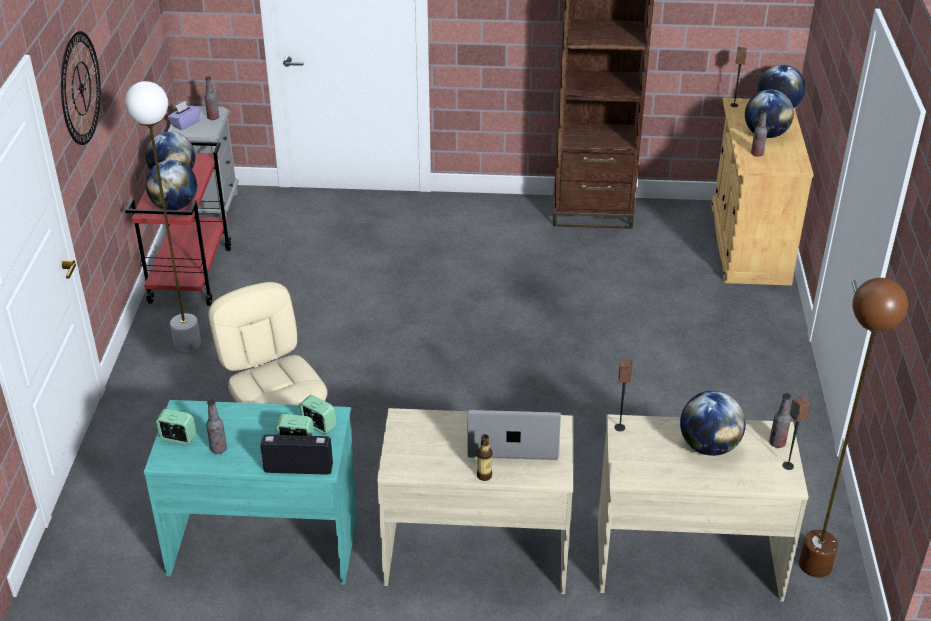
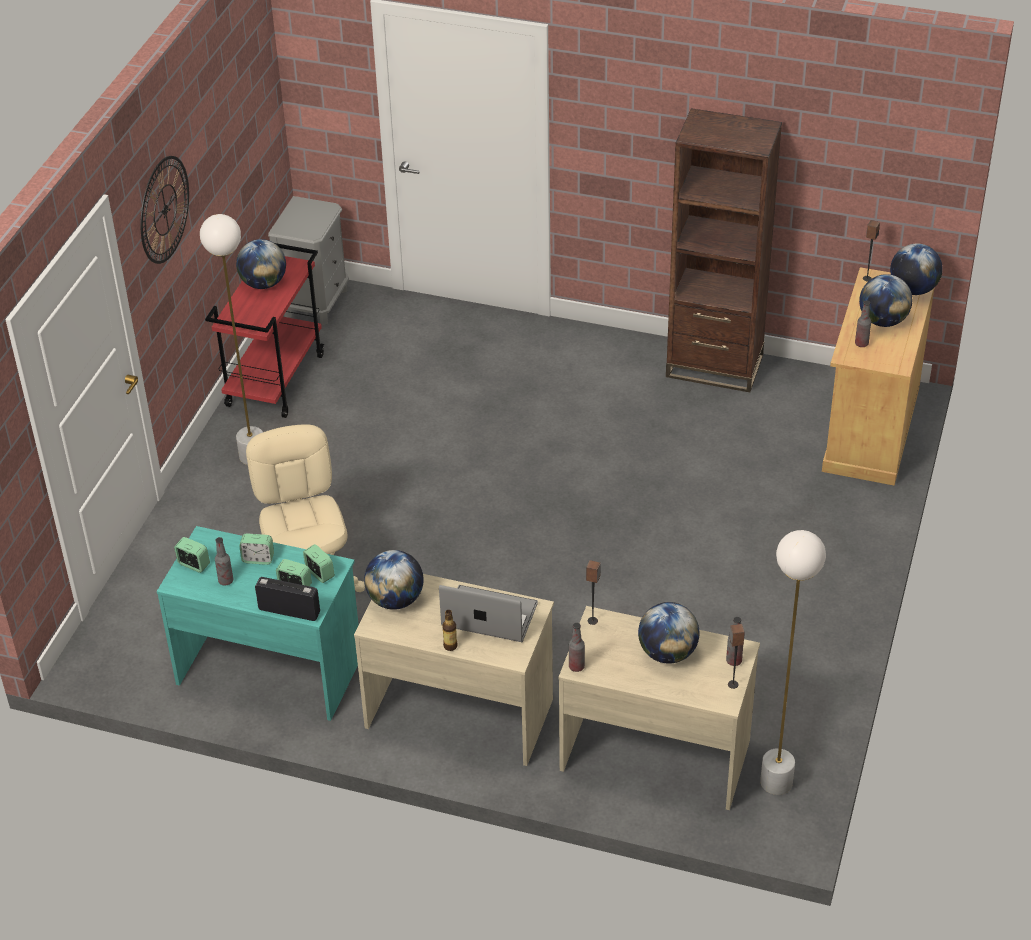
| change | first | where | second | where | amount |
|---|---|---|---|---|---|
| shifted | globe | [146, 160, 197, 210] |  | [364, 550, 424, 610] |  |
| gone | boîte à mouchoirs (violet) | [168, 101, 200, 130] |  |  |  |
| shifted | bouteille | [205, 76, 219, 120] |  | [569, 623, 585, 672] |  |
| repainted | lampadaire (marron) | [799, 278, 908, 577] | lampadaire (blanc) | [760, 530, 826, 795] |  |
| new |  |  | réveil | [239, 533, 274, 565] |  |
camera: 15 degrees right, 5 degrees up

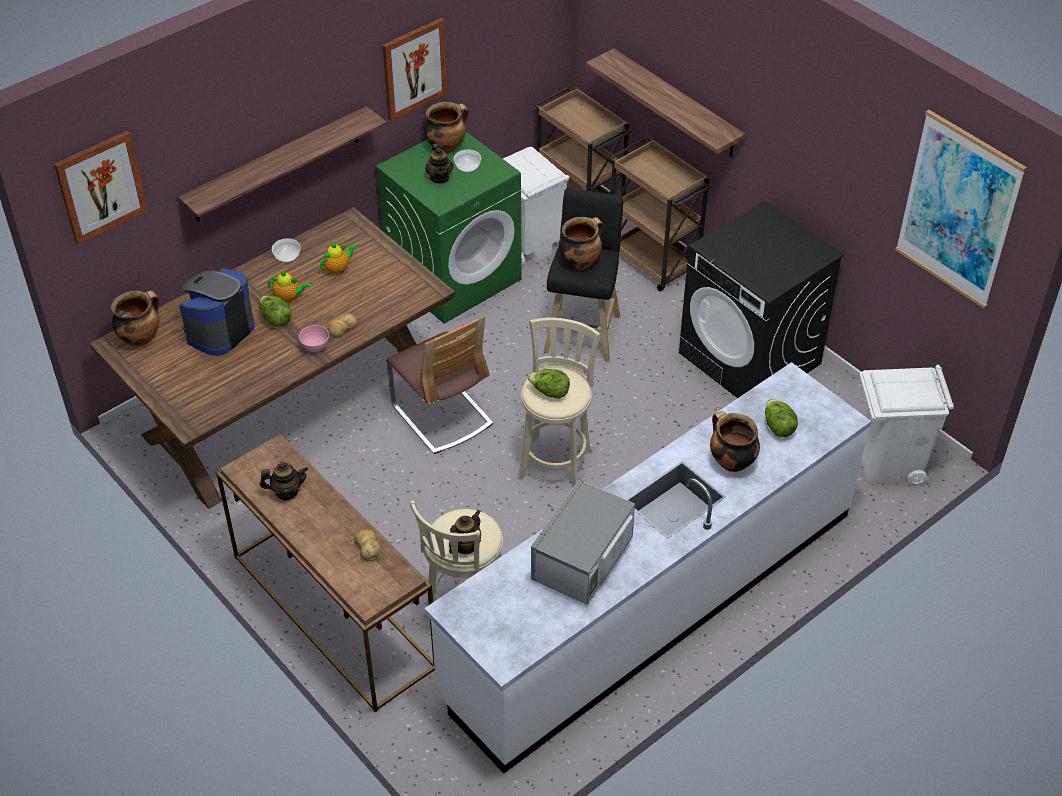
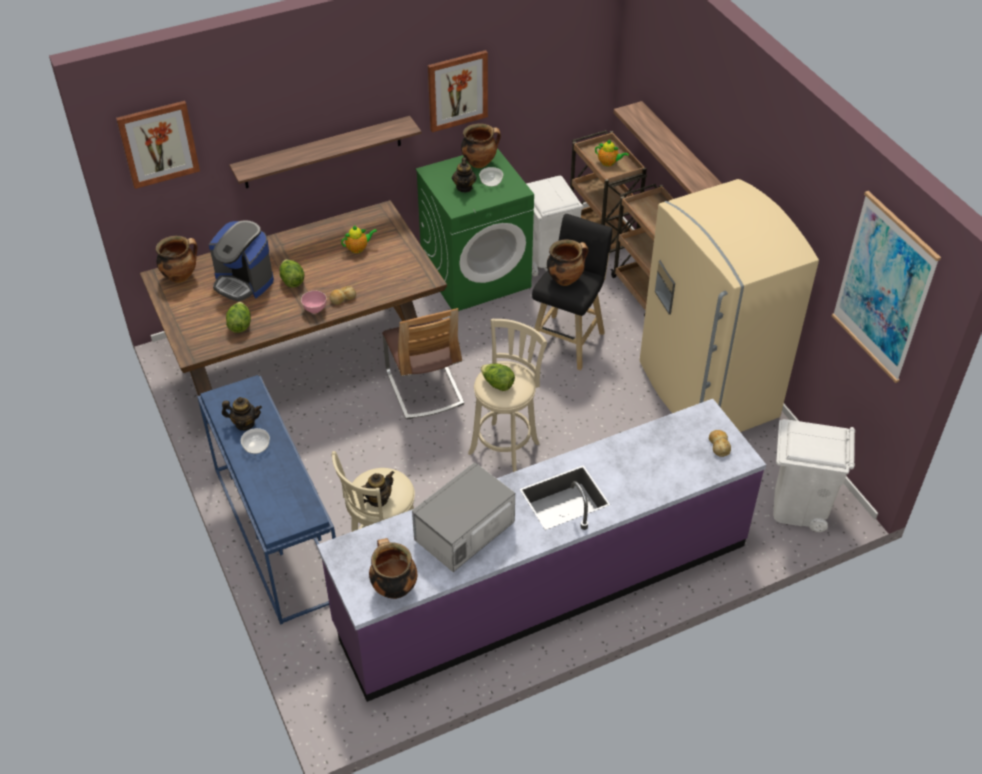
| change | first | where | second | where | amount |
|---|---|---|---|---|---|
| rotated | machine à café | [179, 269, 255, 356] |  | [209, 220, 274, 301] | 105 degrees counterclockwise |
| repainted | table console (marron) | [216, 434, 435, 712] | table console (bleu) | [197, 375, 336, 625] |  |
| shifted | théière | [267, 271, 312, 303] |  | [595, 140, 629, 166] |  |
| shifted | bol | [272, 238, 301, 262] |  | [241, 428, 270, 454] |  |
| shifted | pain | [354, 530, 381, 561] |  | [709, 430, 731, 457] |  |
| repainted | comptoir de cuisine (blanc) | [424, 362, 871, 773] | comptoir de cuisine (violet) | [317, 399, 766, 702] |  |
| swapped | lave-linge (noir) | [679, 201, 844, 398] | réfrigérateur (beige) | [640, 179, 819, 432] |  |
| shifted | marmite | [710, 411, 760, 472] |  | [369, 538, 417, 599] |  |
| shifted | laitue | [765, 399, 798, 437] |  | [226, 302, 251, 333] |  |
camera: 15 degrees right, 0 degrees up

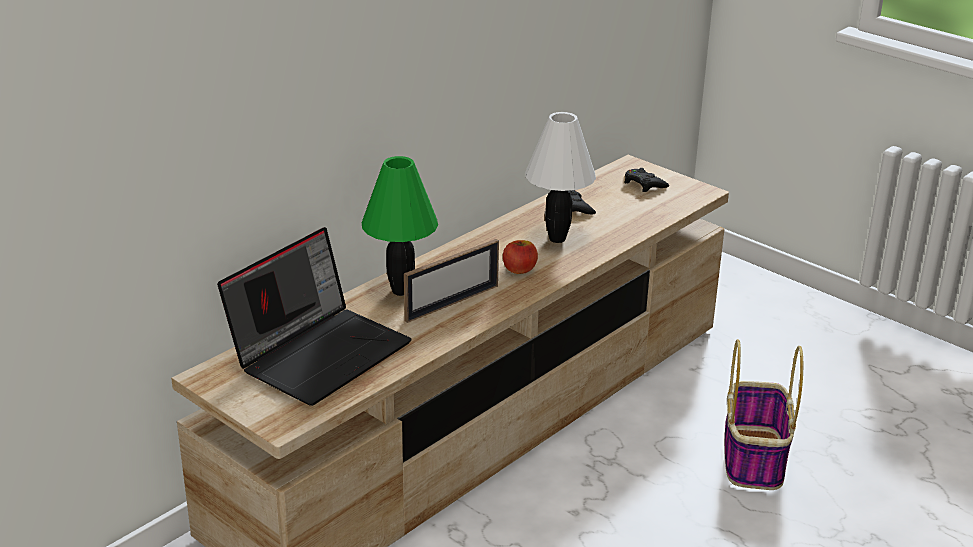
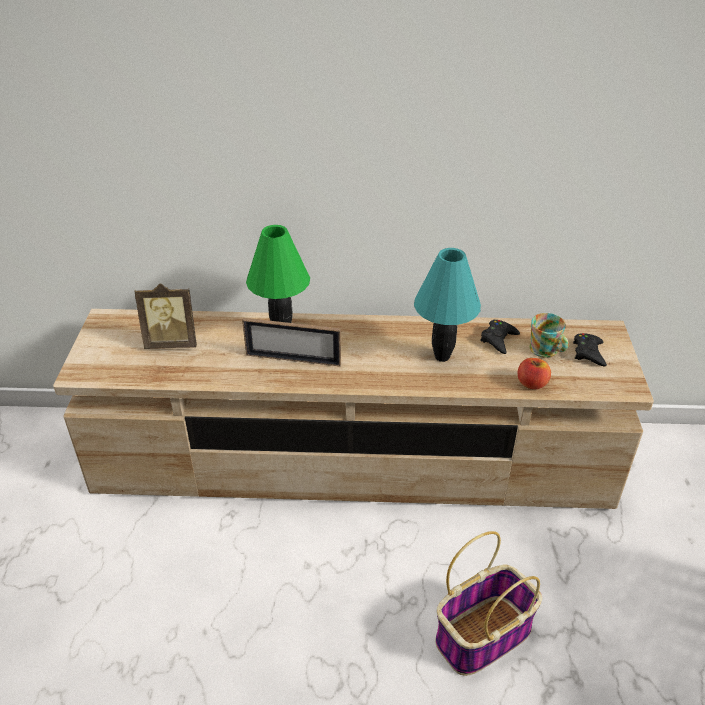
| change | first | where | second | where | amount |
|---|---|---|---|---|---|
| swapped | ordinateur portable | [217, 227, 412, 406] | cadre photo | [134, 283, 197, 349] |  |
| shifted | pomme | [503, 240, 538, 274] |  | [518, 358, 551, 389] |  |
| repainted | lampe de table (blanc) | [525, 112, 596, 243] | lampe de table (turquoise) | [414, 248, 481, 362] |  |
| new |  |  | mug | [530, 313, 569, 358] |  |
camera: 50 degrees right, 10 degrees up

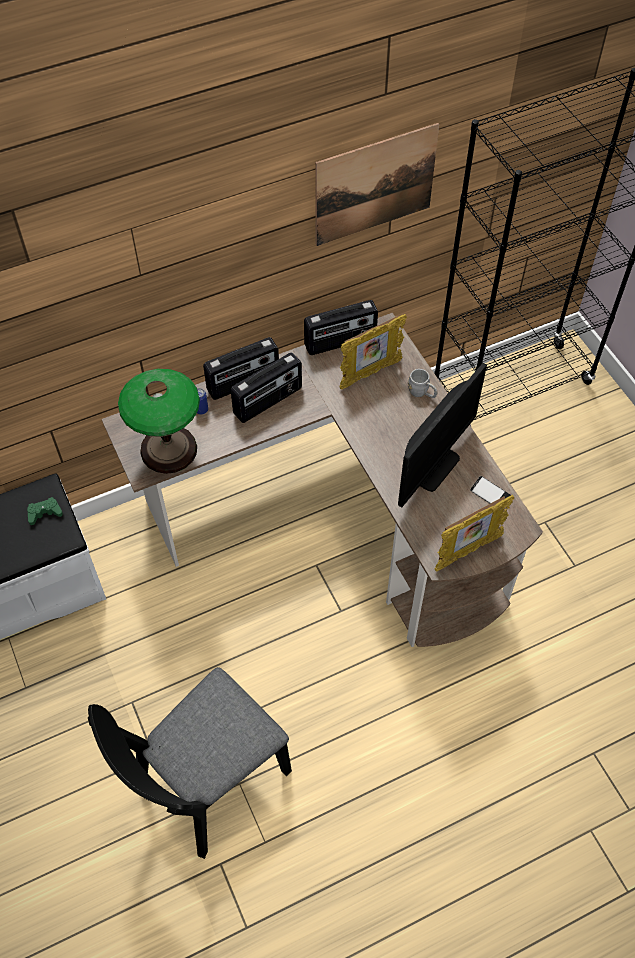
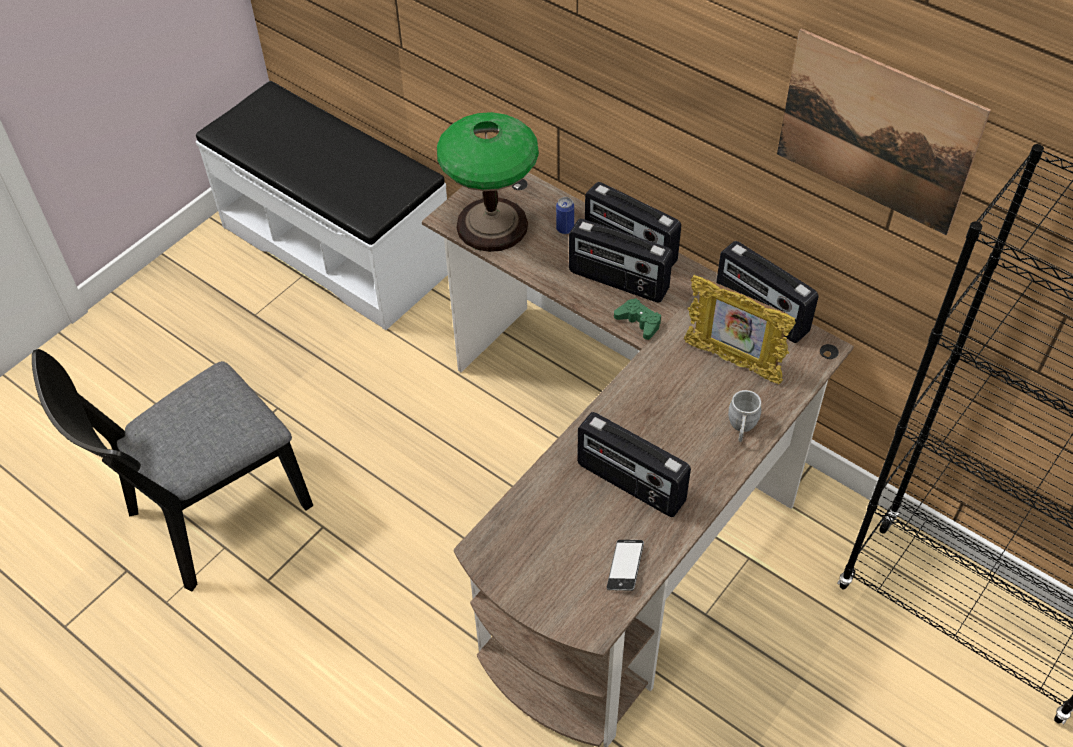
| change | first | where | second | where | amount |
|---|---|---|---|---|---|
| shifted | manette (vert) | [27, 497, 63, 525] |  | [614, 298, 661, 340] |  |
| rotated | chaise (noir) | [88, 667, 292, 859] |  | [32, 349, 313, 591] | 60 degrees counterclockwise |
| swapped | écran d'ordinateur | [398, 363, 487, 507] | radio | [577, 412, 691, 517] |  |
| gone | cadre photo | [435, 495, 514, 572] |  |  |  |
camera: 65 degrees right, 5 degrees down

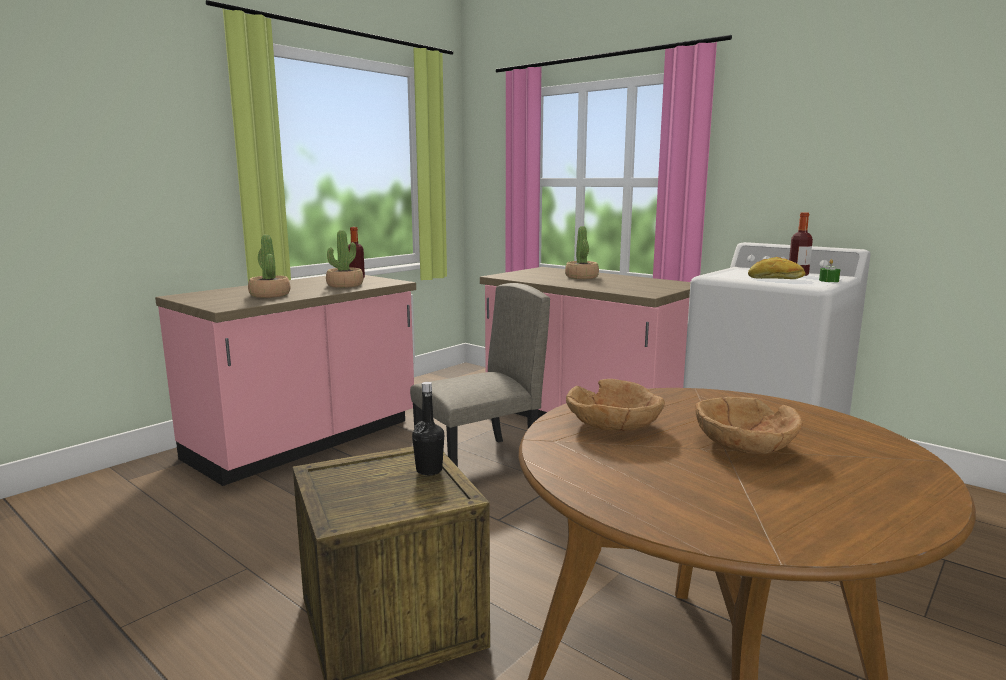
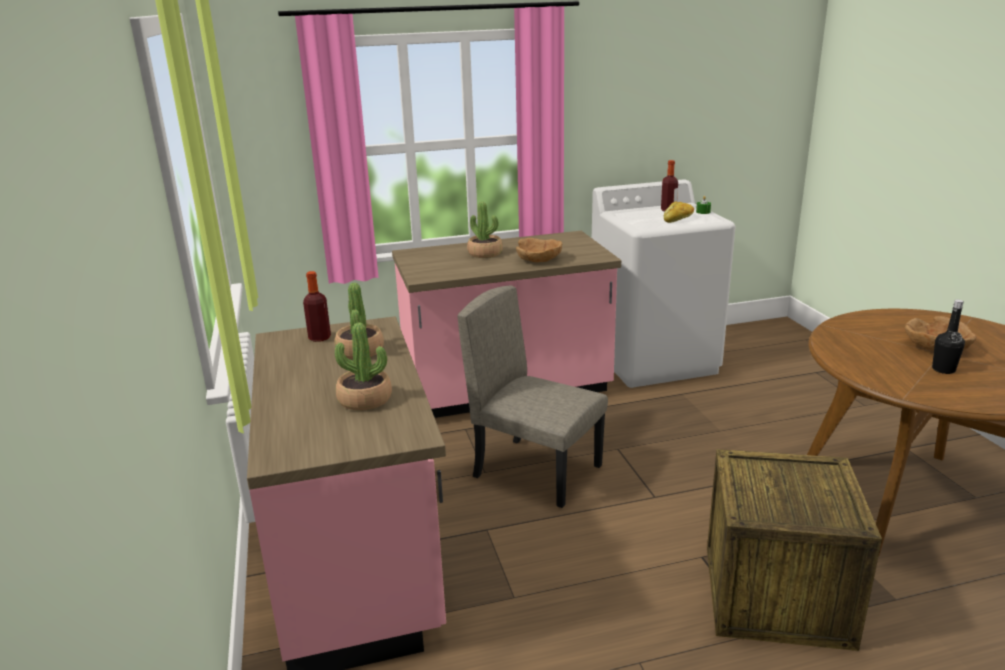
| change | first | where | second | where | amount |
|---|---|---|---|---|---|
| rotated | chaise (beige) | [410, 283, 550, 467] |  | [457, 285, 608, 508] | 60 degrees counterclockwise |
| shifted | bouteille (noir) | [412, 382, 444, 475] |  | [932, 300, 965, 374] |  |
| shifted | bol (marron) | [566, 379, 665, 431] |  | [516, 238, 562, 262] |  |
camera: 55 degrees left, 10 degrees up

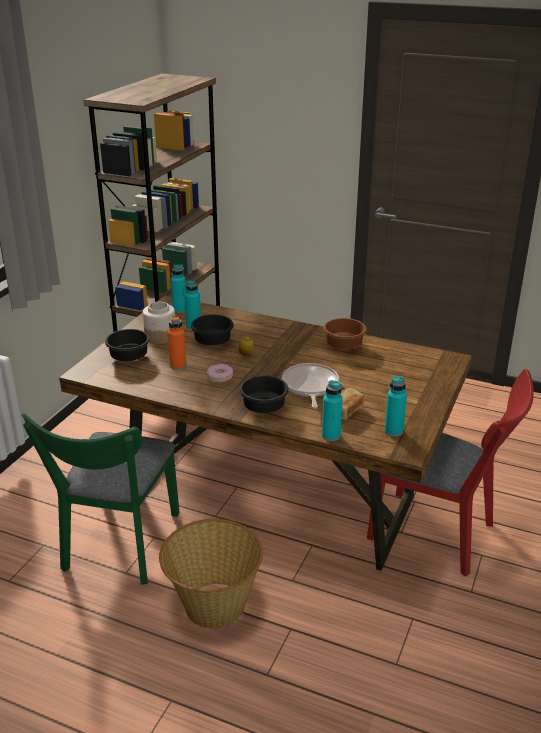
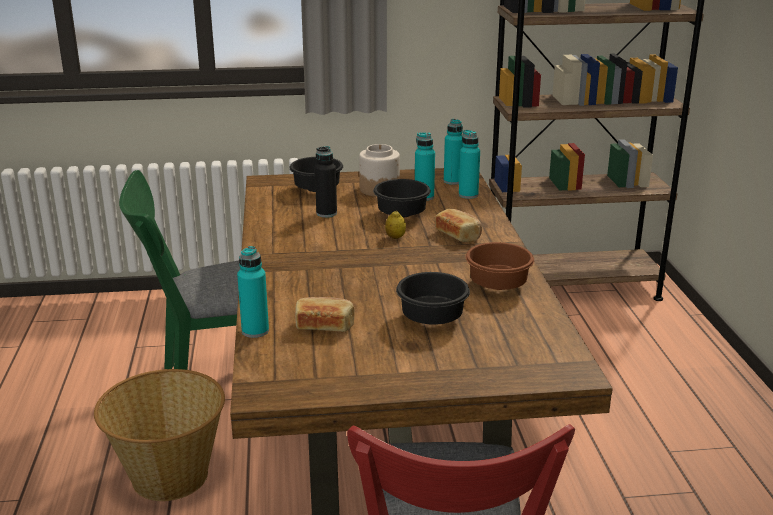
| change | first | where | second | where | amount |
|---|---|---|---|---|---|
| repainted | bouteille (orange) | [168, 315, 186, 370] | bouteille (noir) | [315, 146, 337, 217] |  |
| gone | beignet | [207, 364, 233, 383] |  |  |  |
| shifted | bol (noir) | [239, 375, 289, 413] |  | [396, 272, 470, 325] |  |
| gone | poêle | [282, 363, 339, 408] |  |  |  |
| shifted | bouteille (turquoise) | [385, 376, 407, 437] |  | [459, 130, 480, 199] |  |
| new |  |  | pain | [435, 209, 482, 242] |  |
camera: 60 degrees right, 5 degrees down

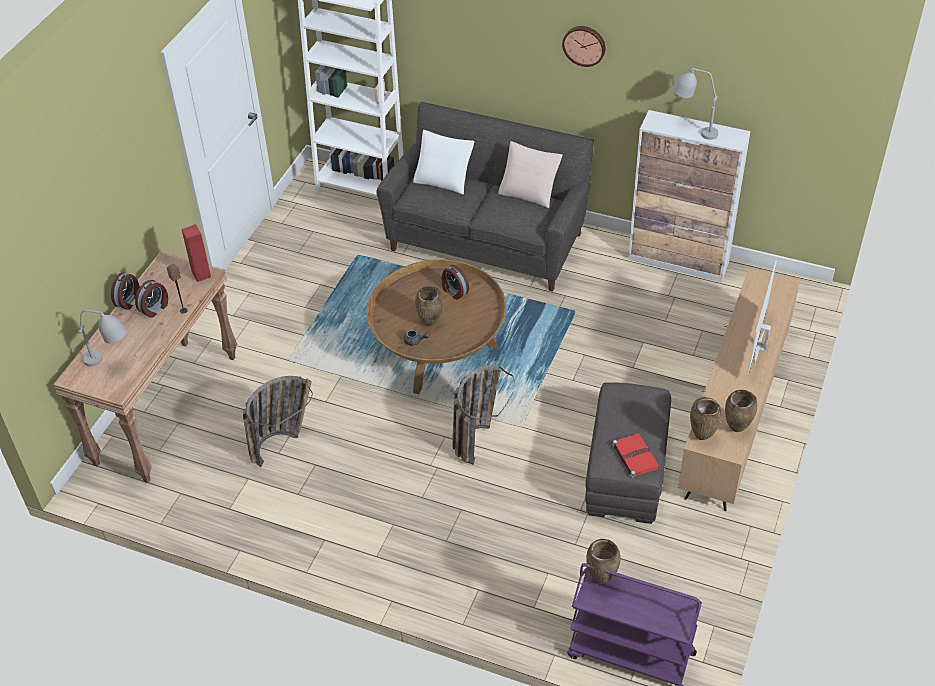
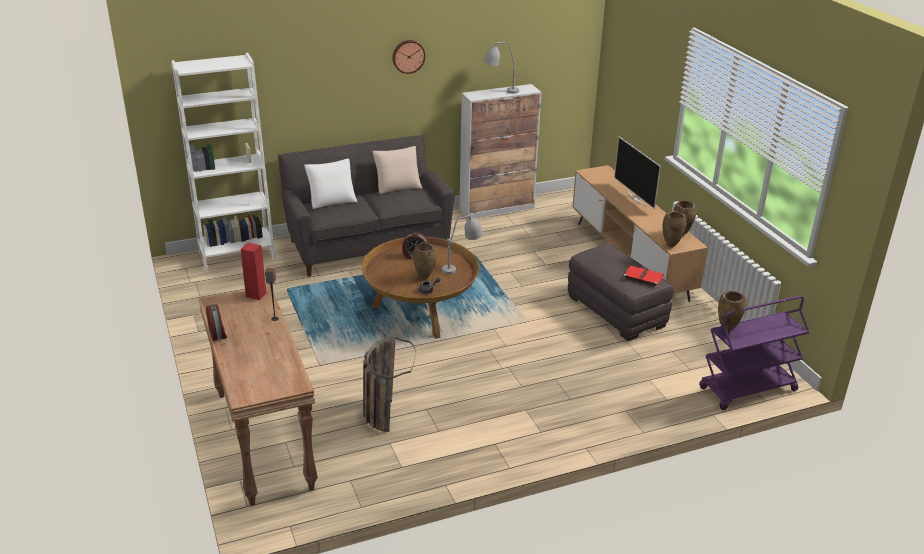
| change | first | where | second | where | amount |
|---|---|---|---|---|---|
| shifted | lampe de table (gris) | [78, 310, 127, 367] |  | [442, 215, 483, 274] |  |
| gone | réveil | [135, 280, 168, 318] |  |  |  |
| gone | panier | [452, 365, 515, 465] |  |  |  |
camera: 45 degrees left, 15 degrees down

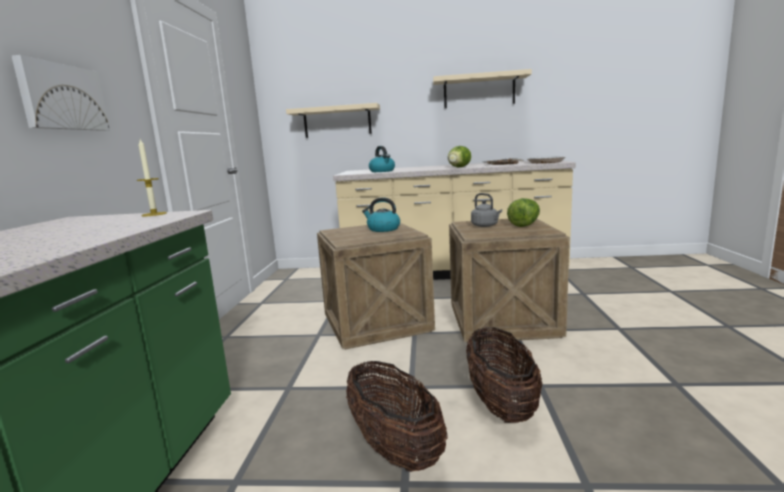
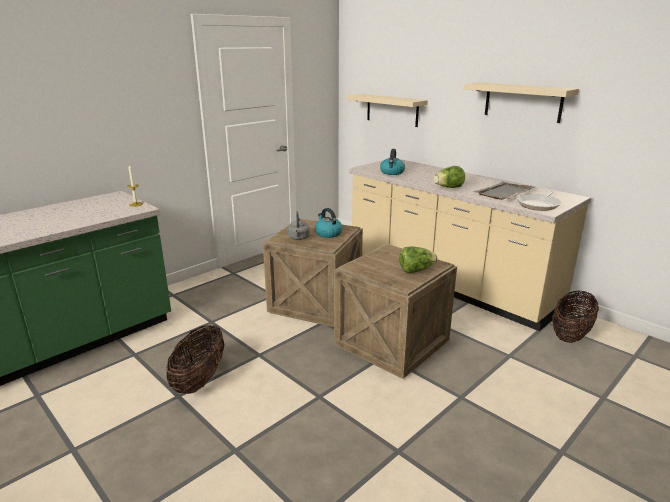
| change | first | where | second | where | amount |
|---|---|---|---|---|---|
| gone | tableau | [12, 55, 110, 131] |  |  |  |
| shifted | panier | [466, 327, 542, 423] |  | [552, 290, 599, 343] |  |
| shifted | bouilloire (gris) | [471, 193, 502, 227] |  | [288, 211, 310, 240] |  |
camera: 40 degrees right, 10 degrees up

